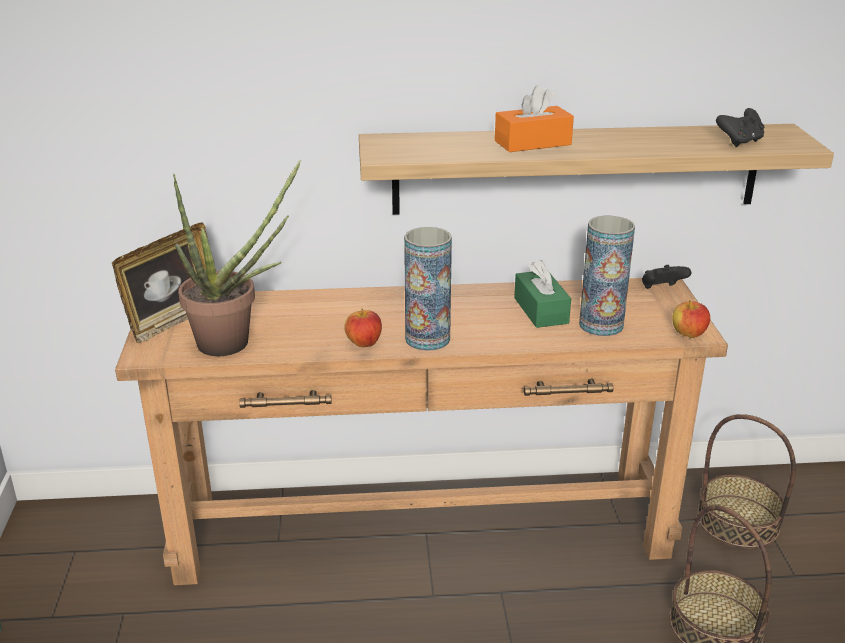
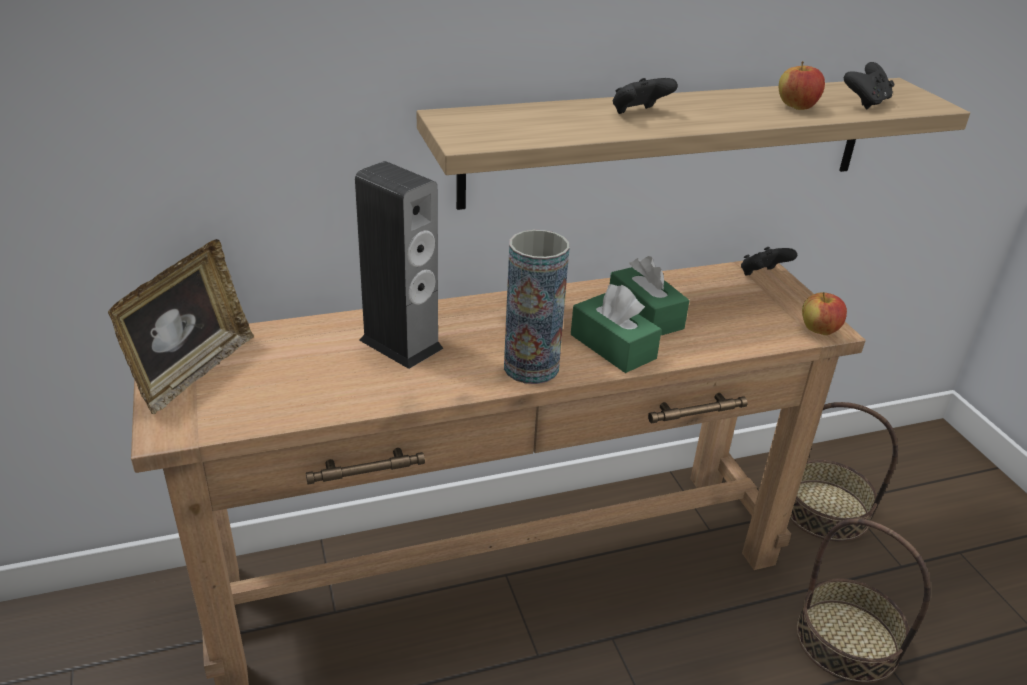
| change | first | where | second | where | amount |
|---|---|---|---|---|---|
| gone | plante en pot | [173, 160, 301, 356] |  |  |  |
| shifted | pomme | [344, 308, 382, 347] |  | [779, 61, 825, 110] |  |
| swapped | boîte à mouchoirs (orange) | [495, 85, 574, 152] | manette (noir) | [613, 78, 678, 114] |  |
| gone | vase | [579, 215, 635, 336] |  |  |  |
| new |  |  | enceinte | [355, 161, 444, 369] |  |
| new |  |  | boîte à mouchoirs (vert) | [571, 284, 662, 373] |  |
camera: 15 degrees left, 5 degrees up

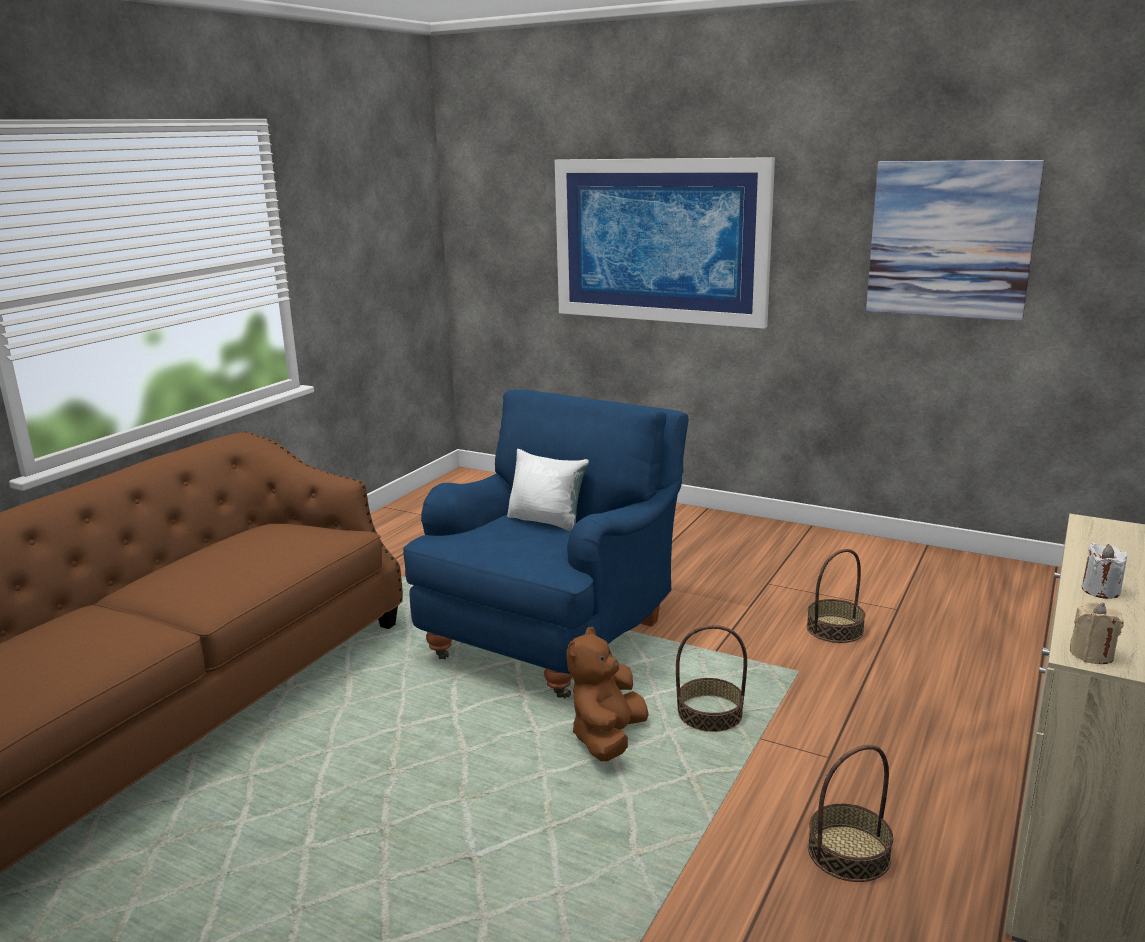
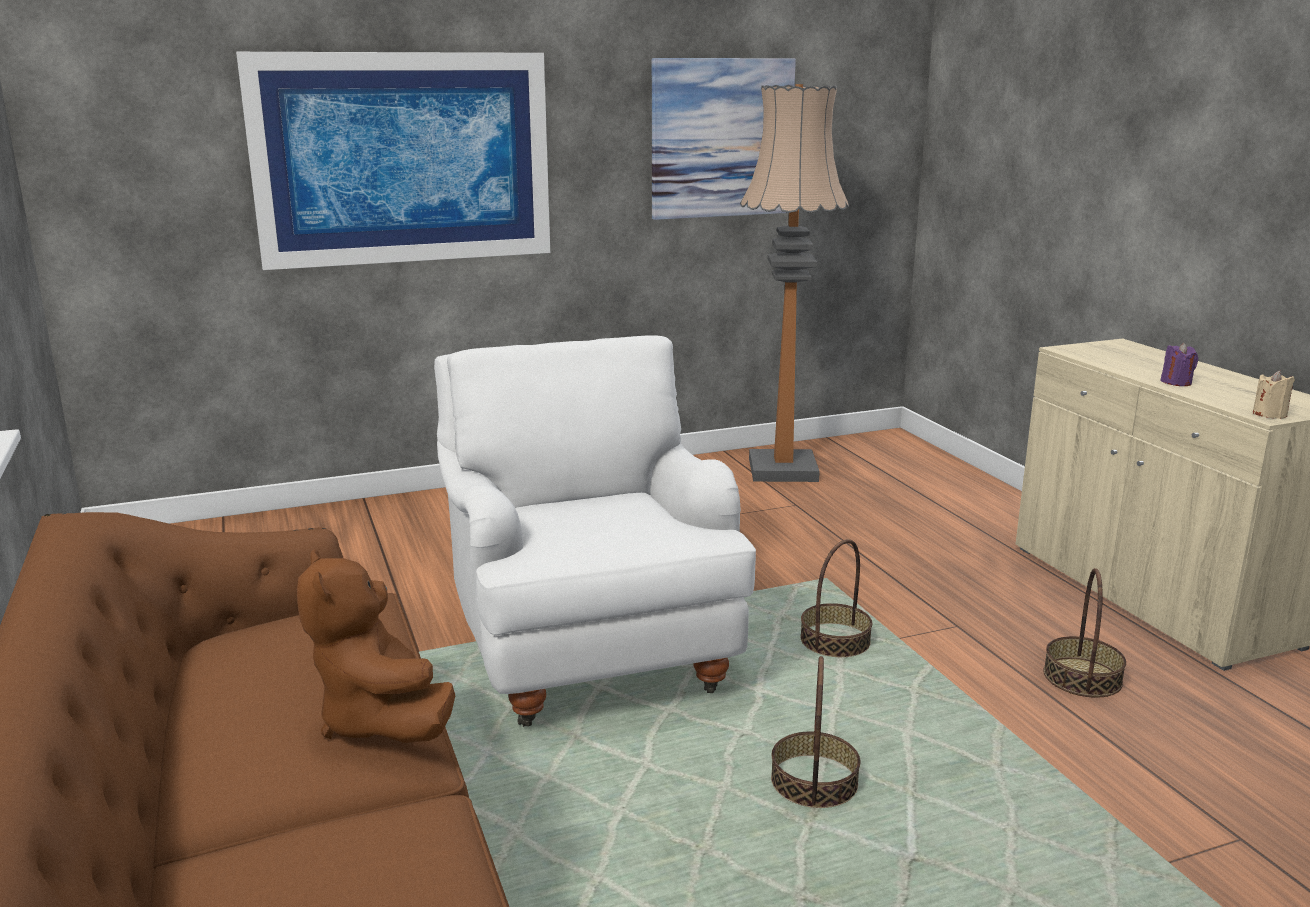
| change | first | where | second | where | amount |
|---|---|---|---|---|---|
| repainted | fauteuil (bleu) | [403, 390, 689, 699] | fauteuil (blanc) | [434, 335, 756, 727] |  |
| gone | coussin (blanc) | [507, 449, 589, 532] |  |  |  |
| shifted | peluche (marron) | [566, 627, 649, 761] |  | [297, 549, 455, 743] |  |
| shifted | panier | [807, 549, 865, 643] |  | [771, 656, 861, 808] |  |
| repainted | bougie (blanc) | [1082, 542, 1127, 599] | bougie (violet) | [1161, 343, 1198, 386] |  |
| new |  |  | lampadaire | [740, 84, 849, 482] |  |
camera: 50 degrees left, 0 degrees up

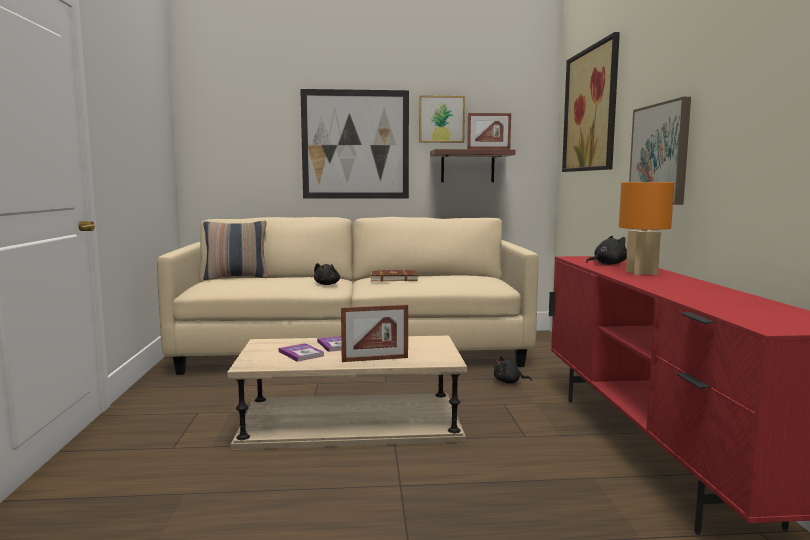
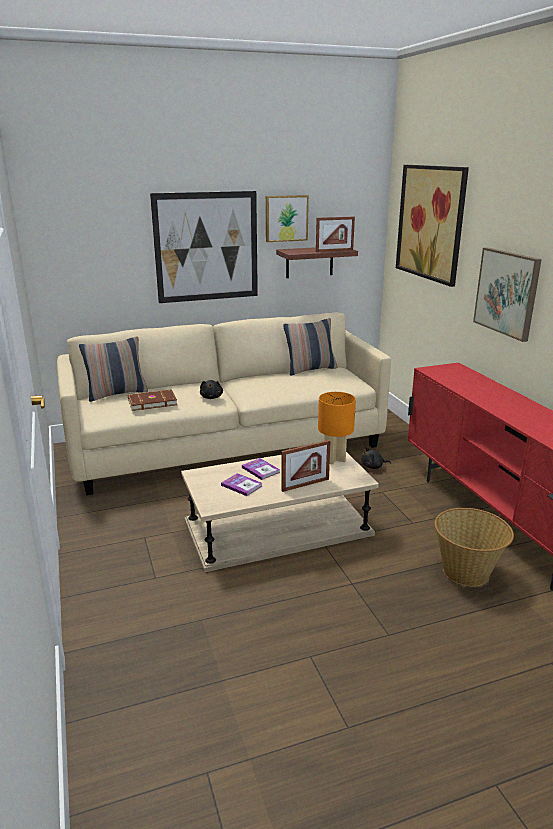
| change | first | where | second | where | amount |
|---|---|---|---|---|---|
| shifted | livre (marron) | [370, 270, 418, 282] |  | [128, 389, 177, 411] |  |
| gone | peluche (noir) | [586, 236, 627, 265] |  |  |  |
| shifted | lampe de table (orange) | [619, 182, 674, 275] |  | [318, 392, 356, 464] |  |
| new |  |  | coussin | [283, 318, 338, 375] |  |
| new |  |  | panier | [435, 508, 514, 586] |  |
camera: 15 degrees left, 15 degrees up

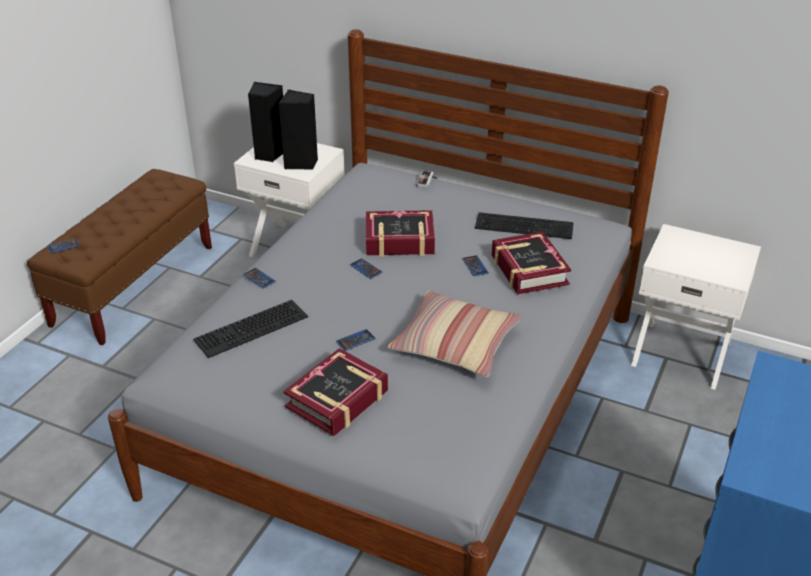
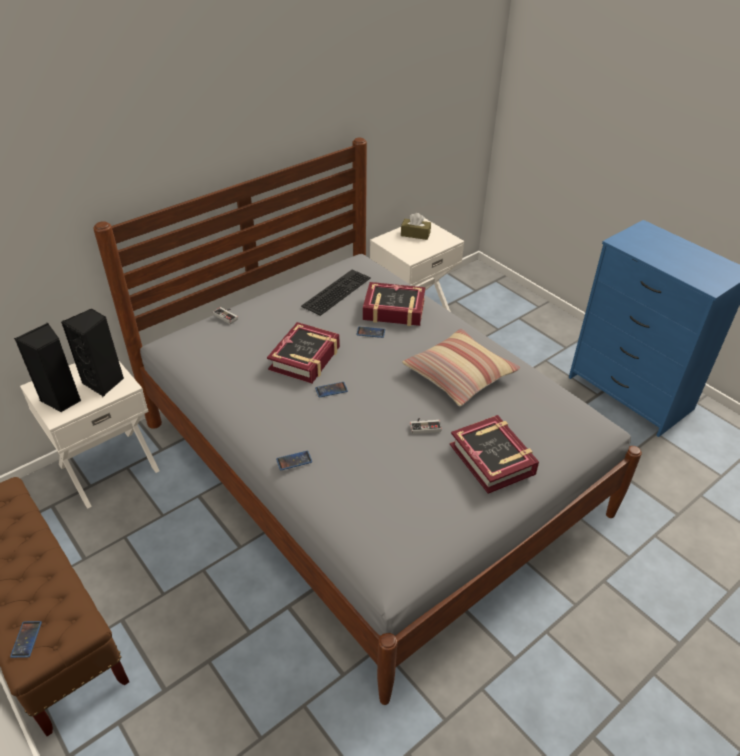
| change | first | where | second | where | amount |
|---|---|---|---|---|---|
| gone | clavier | [193, 300, 308, 358] |  |  |  |
| swapped | téléphone | [336, 329, 375, 351] | manette | [410, 418, 442, 434] |  |
| new |  |  | boîte à mouchoirs (marron) | [401, 213, 431, 240] |  |
camera: 65 degrees left, 5 degrees up

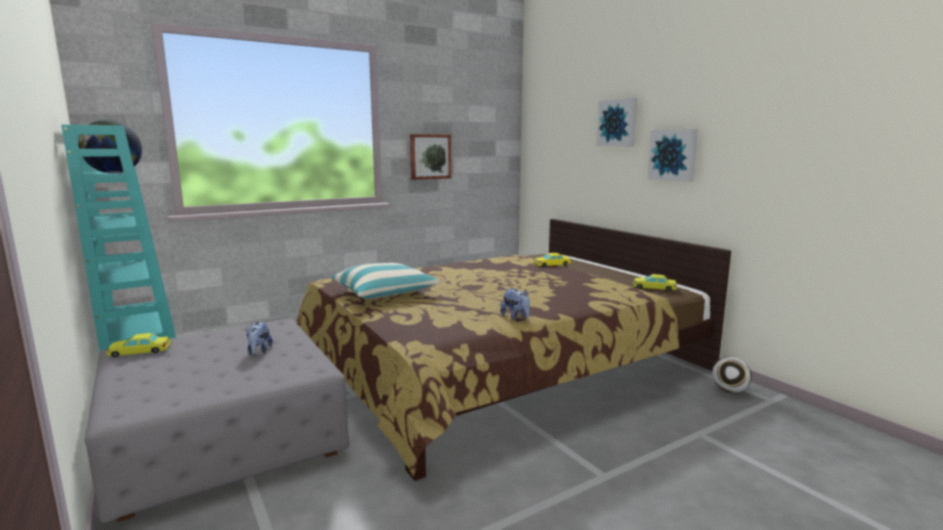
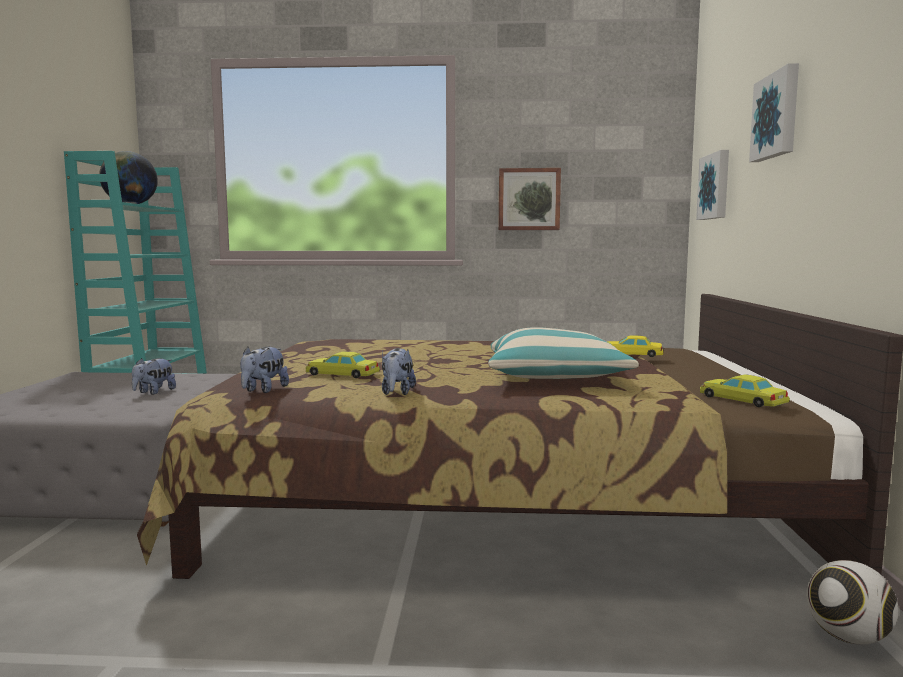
| change | first | where | second | where | amount |
|---|---|---|---|---|---|
| shifted | petite voiture (jaune) | [106, 333, 171, 357] |  | [305, 351, 380, 378] |  |
| shifted | coussin | [332, 263, 440, 299] |  | [488, 327, 639, 379] |  |
| shifted | tableau | [648, 129, 698, 182] |  | [696, 150, 729, 220] |  |
| new |  |  | peluche | [240, 347, 289, 393] |  |
camera: 35 degrees right, 5 degrees down

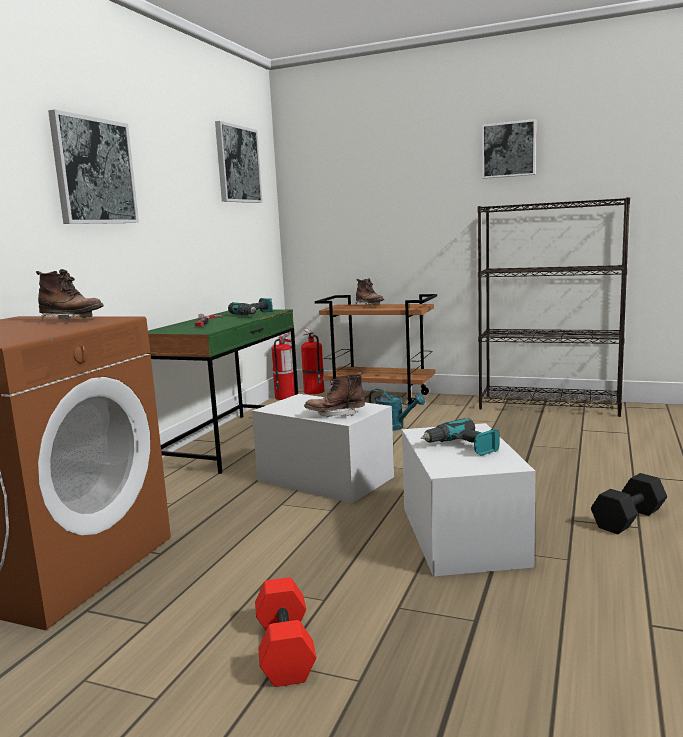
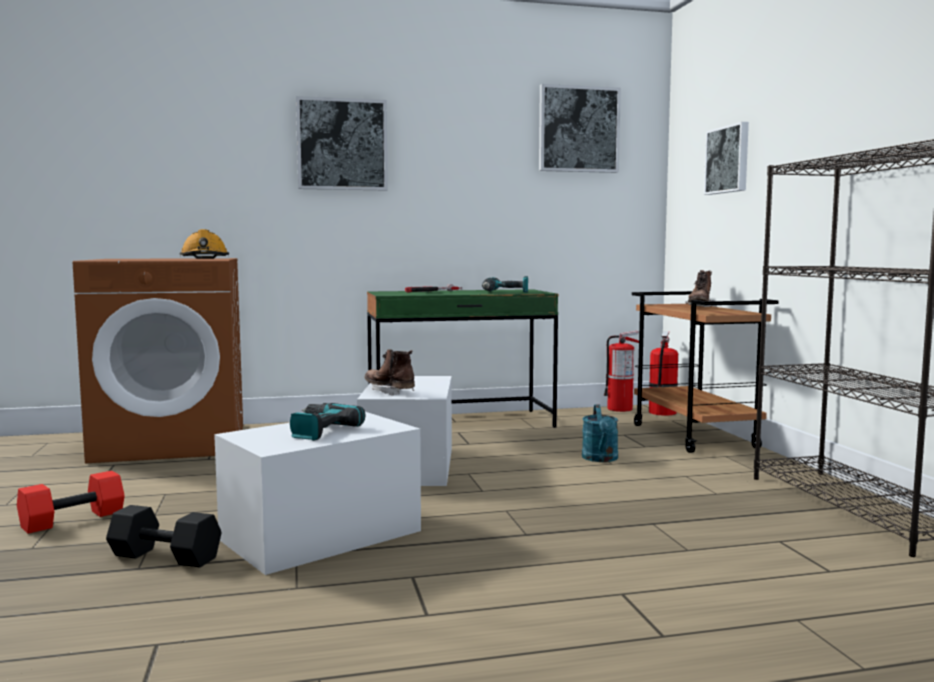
| change | first | where | second | where | amount |
|---|---|---|---|---|---|
| swapped | botte (marron) | [36, 269, 104, 321] | casque de chantier (orange) | [179, 229, 229, 259] |  |
| shifted | tableau | [482, 119, 536, 179] |  | [704, 122, 749, 195] |  |
| shifted | haltère (noir) | [591, 473, 667, 534] |  | [106, 505, 222, 568] |  |
camera: 55 degrees right, 5 degrees down

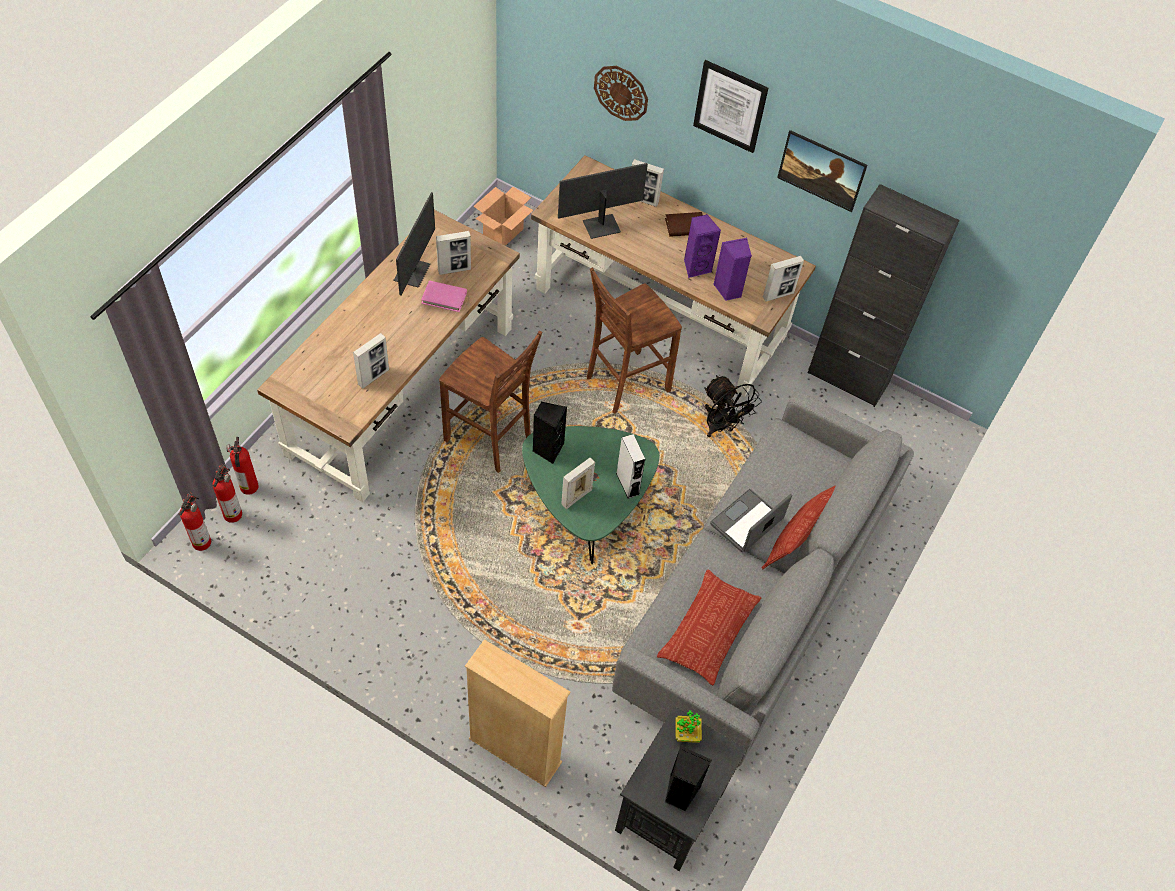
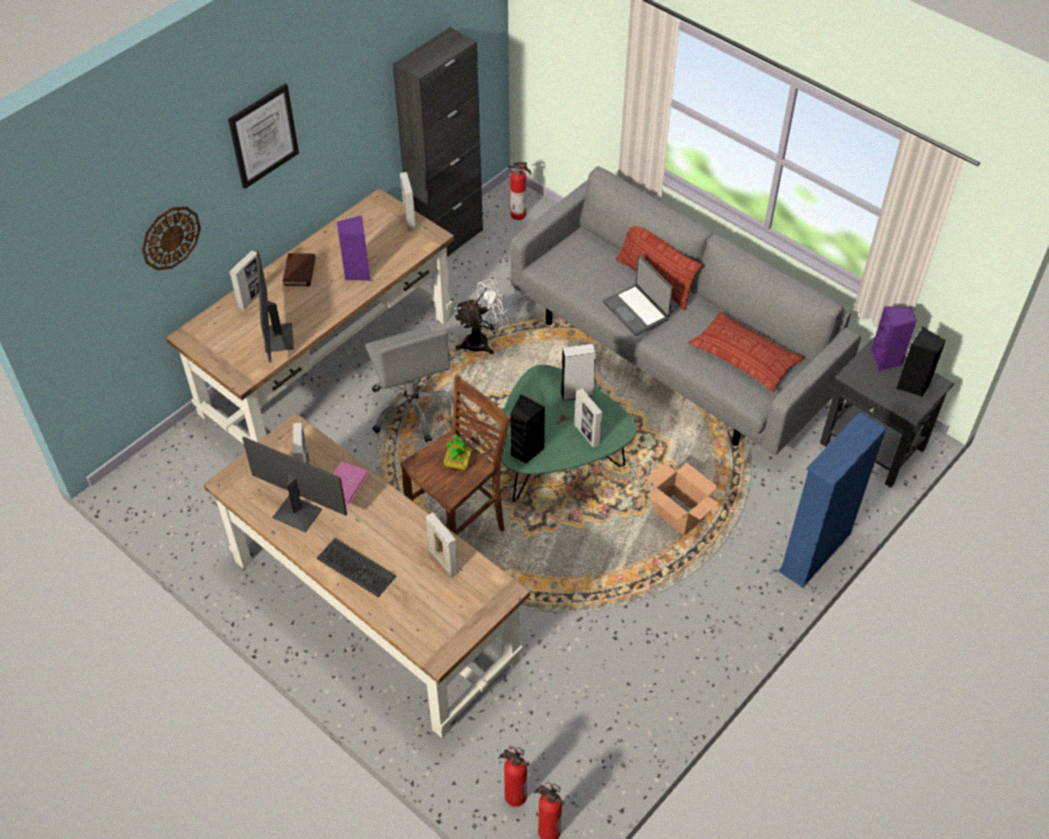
| change | first | where | second | where | amount |
|---|---|---|---|---|---|
| shifted | extincteur | [226, 437, 259, 495] |  | [508, 162, 531, 220] |  |
| repainted | bibliothèque (beige) | [465, 640, 571, 787] | bibliothèque (bleu) | [779, 412, 887, 588] |  |
| shifted | carton | [473, 187, 533, 246] |  | [646, 462, 720, 536] |  |
| swapped | tabouret (marron) | [587, 267, 682, 414] | chaise de bureau (gris) | [365, 326, 461, 443] |  |
| shifted | plante en pot | [675, 710, 702, 743] |  | [444, 434, 472, 470] |  |
| repainted | ventilateur (noir) | [704, 375, 762, 437] | ventilateur (blanc) | [455, 279, 509, 354] |  |
| shifted | enceinte (violet) | [714, 238, 752, 301] |  | [871, 306, 917, 371] |  |
| gone | tableau | [777, 130, 867, 212] |  |  |  |
| new |  |  | clavier | [316, 538, 396, 597] |  |
camera: 75 degrees left, 5 degrees down

